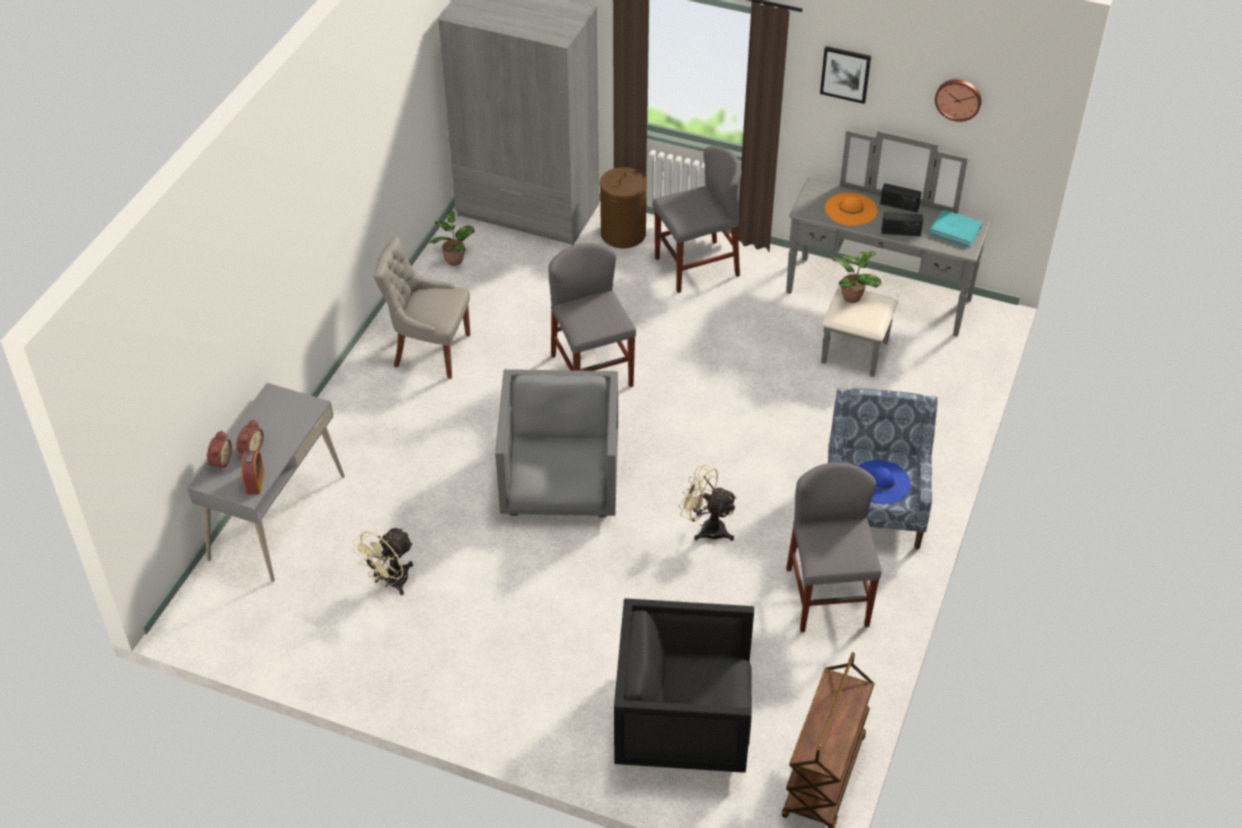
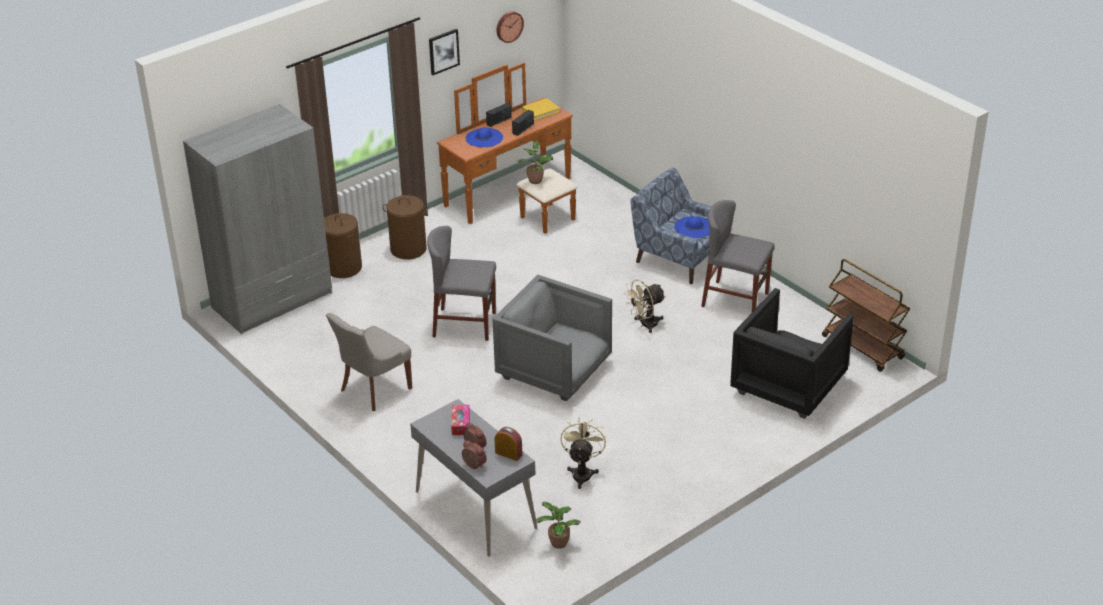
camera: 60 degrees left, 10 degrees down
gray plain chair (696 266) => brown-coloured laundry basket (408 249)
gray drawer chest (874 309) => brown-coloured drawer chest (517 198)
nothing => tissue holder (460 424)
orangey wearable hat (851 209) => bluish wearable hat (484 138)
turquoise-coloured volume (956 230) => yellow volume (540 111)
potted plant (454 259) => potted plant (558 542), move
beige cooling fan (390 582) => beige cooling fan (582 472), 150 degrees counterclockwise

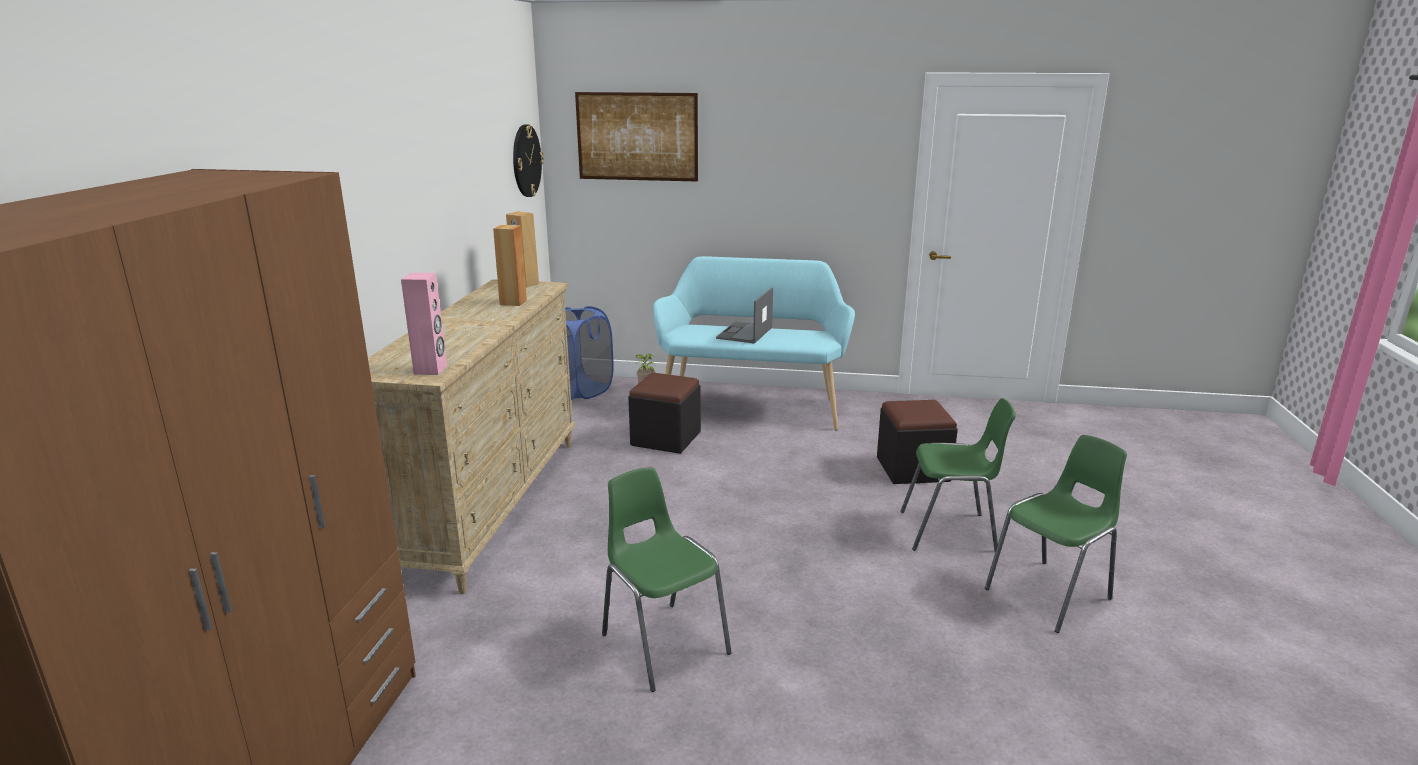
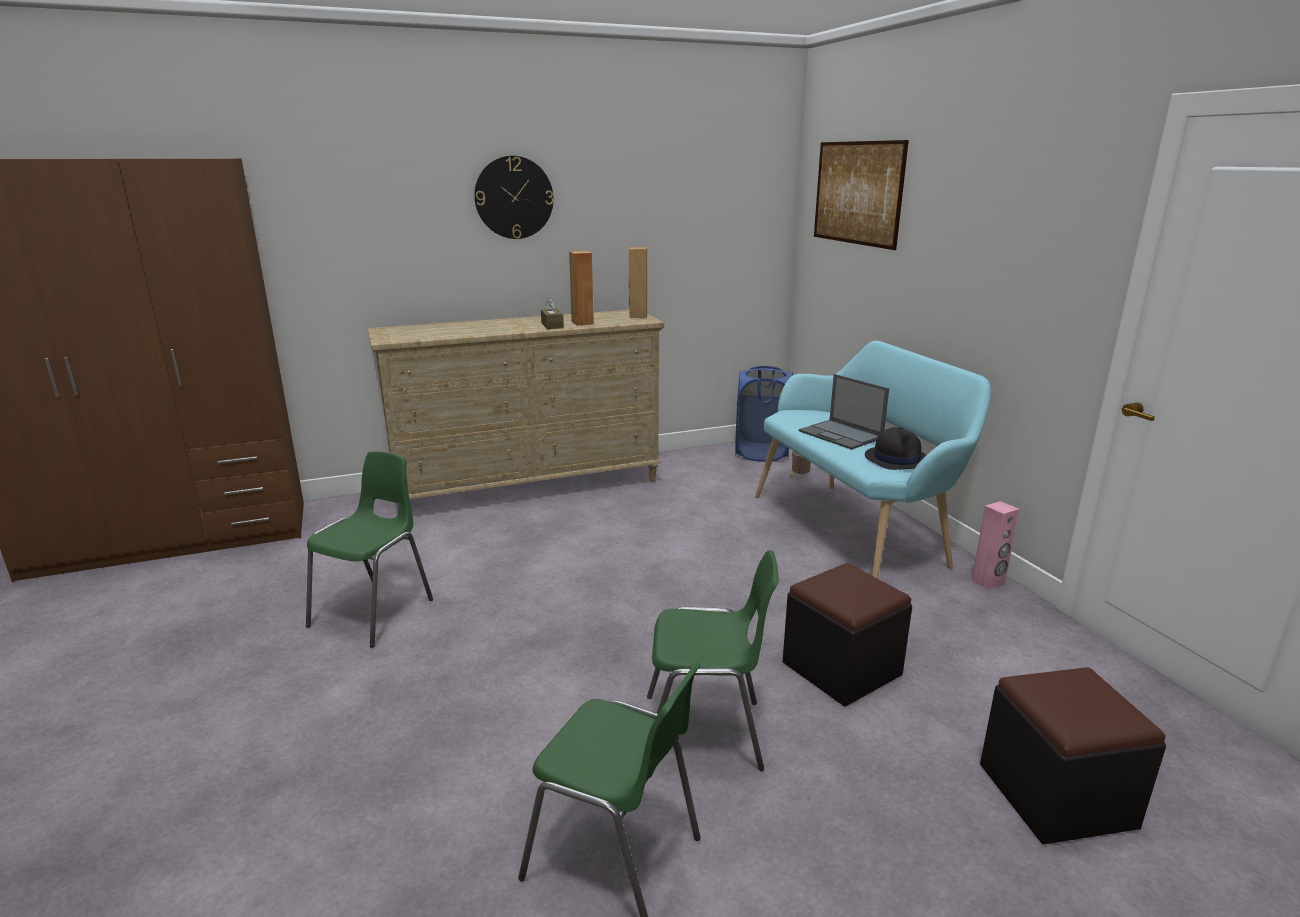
camera: 60 degrees right, 0 degrees up
wall clock (526 161) => wall clock (514 197), move
nothing => brown-coloured tissue holder (552 325)
green plain chair (950 532) => green plain chair (706 733), 60 degrees counterclockwise
laptop (744 333) => laptop (841 435), 120 degrees counterclockwise
nothing => black wearable hat (896 458)
pink-coloured audio speaker (431 370) => pink-coloured audio speaker (988 582), move
black ottoman (666 438) => black ottoman (1056 795), move

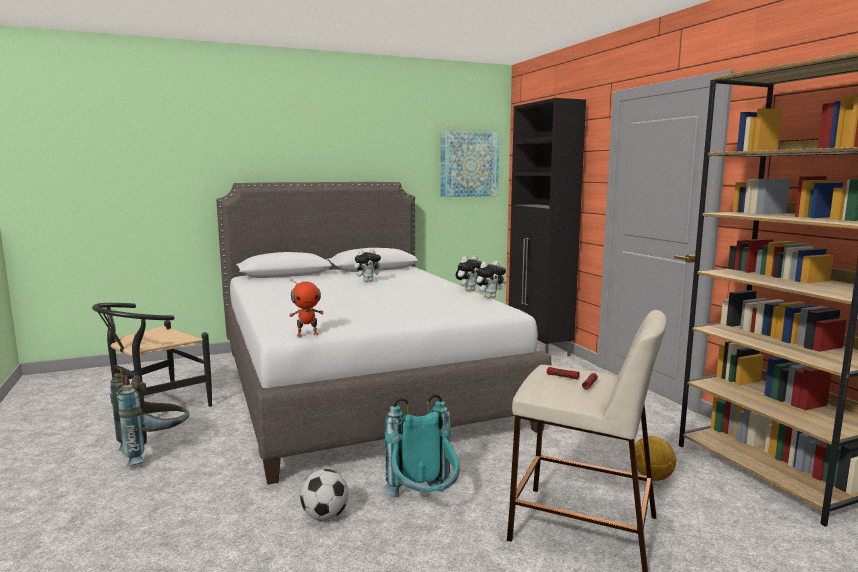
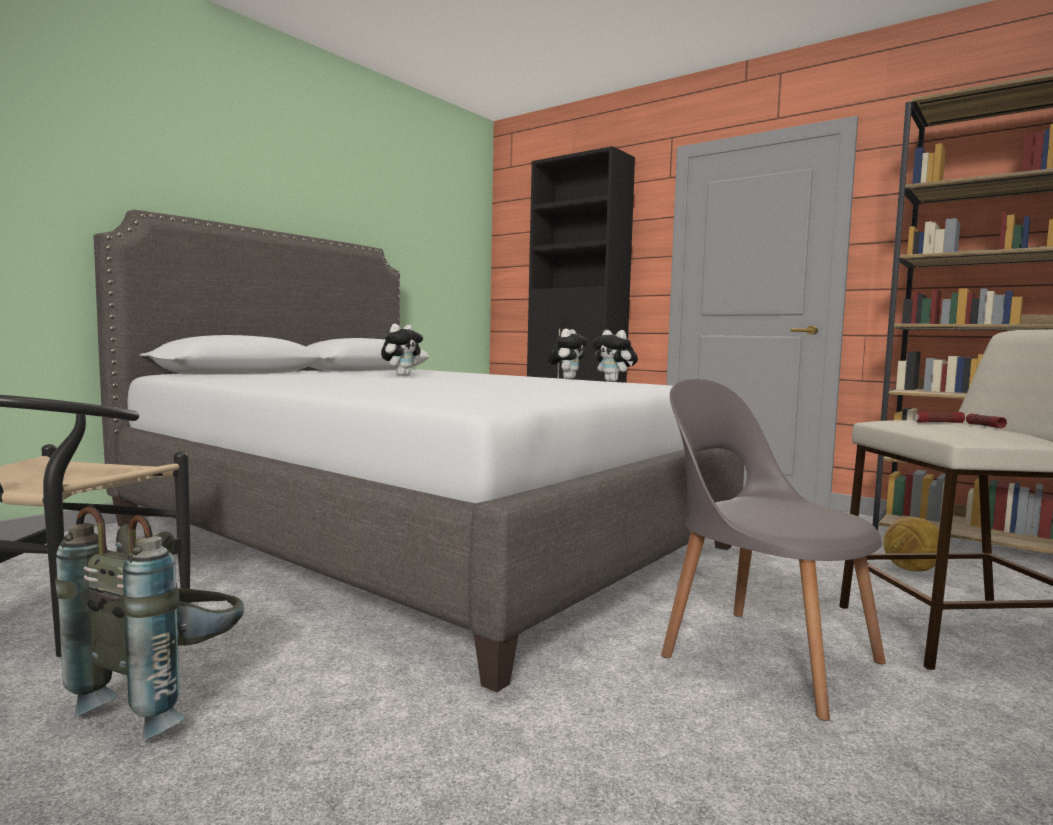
camera: 30 degrees left, 5 degrees down
soft toy (490 297) => soft toy (614 381), 105 degrees clockwise
turquoise-coloured rucksack (424 504) => gray plain chair (763 655)
toy robot (307 334) => nothing
ball for football (324 516) => nothing
wall picture (469 164) => nothing

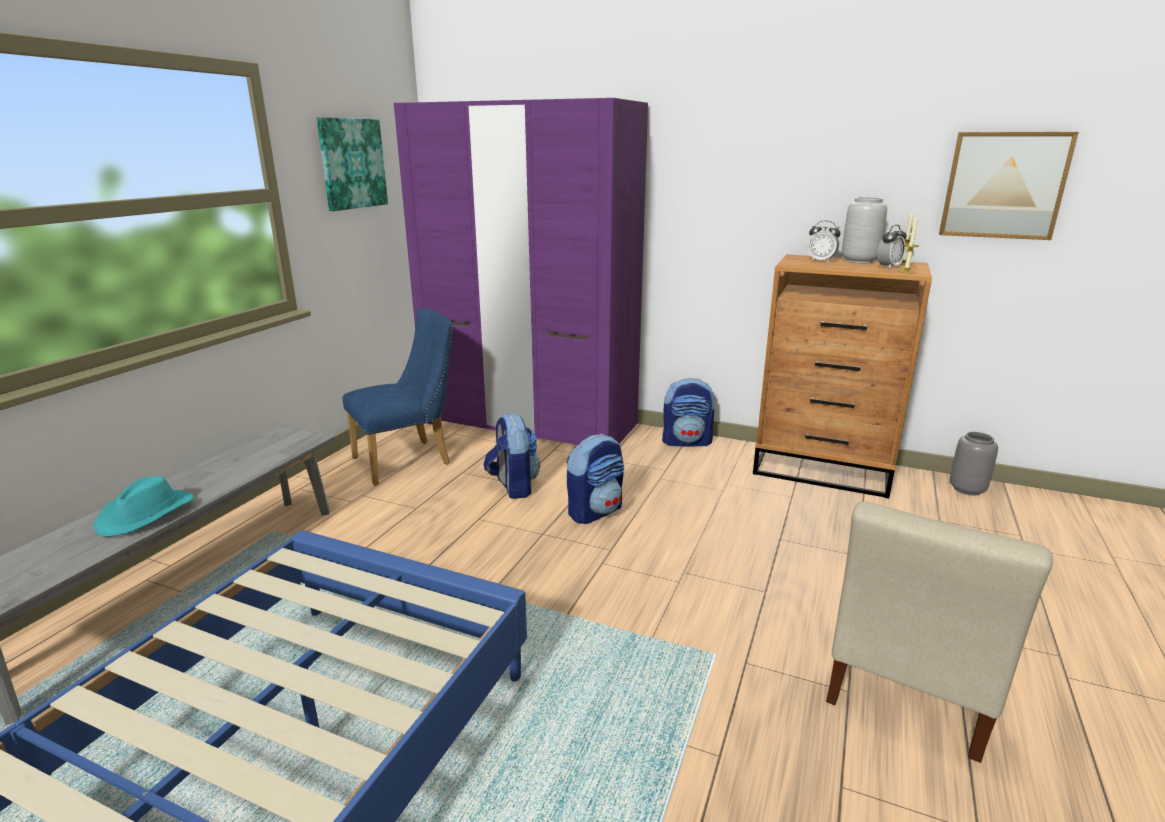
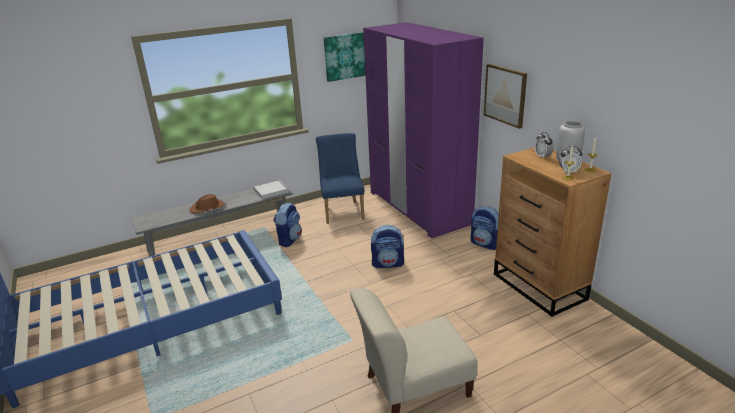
camera: 40 degrees right, 5 degrees up
turquoise-coloured wearable hat (146 514) => brown-coloured wearable hat (207 208)
nothing => whitish carrying tray (270 190)
rucksack (513 486) => rucksack (289 240), move
bluish plain chair (409 460) => bluish plain chair (343 211), 105 degrees counterclockwise
wall picture (1004 185) => wall picture (505 95), move
gray decorative vase (967 489) => nothing

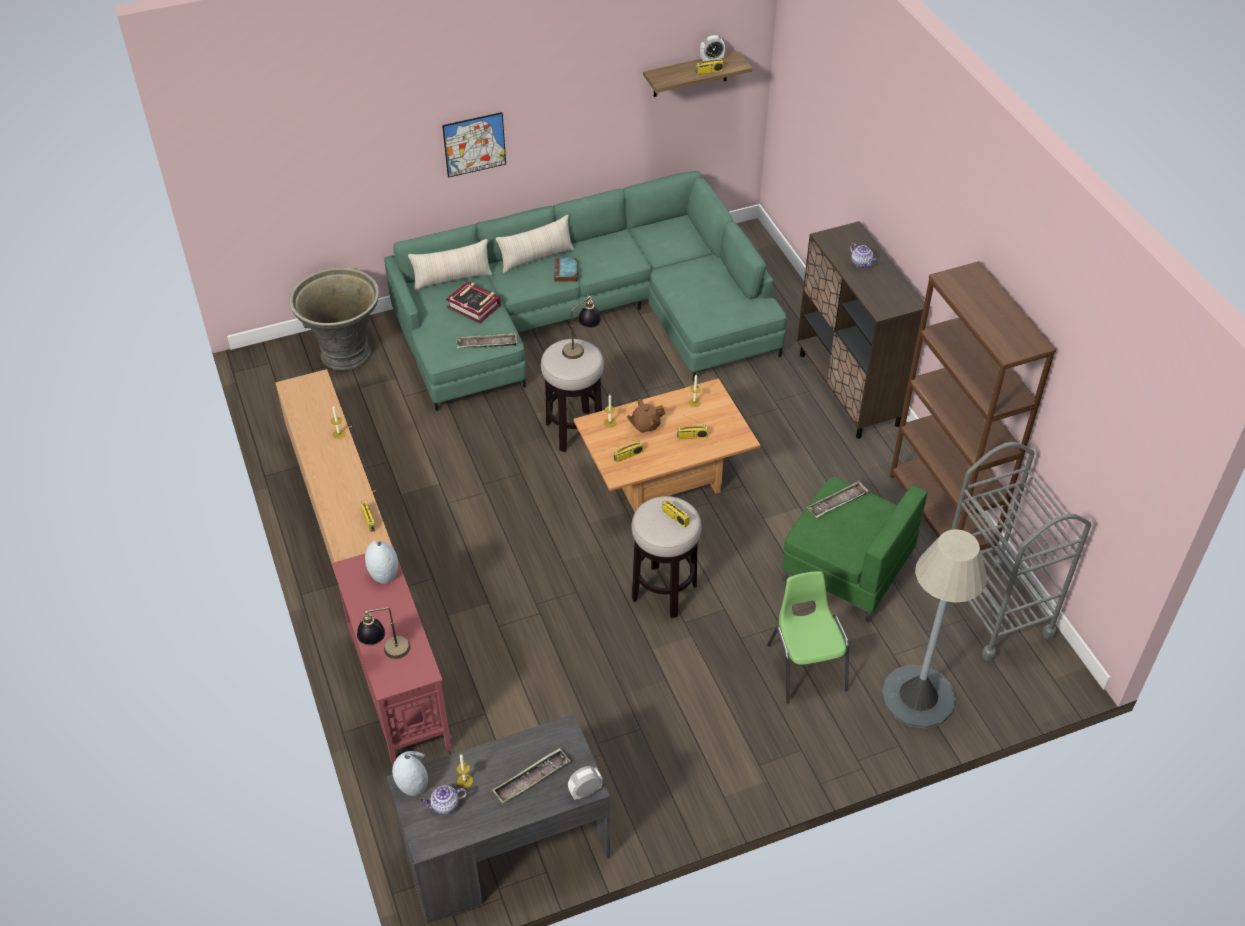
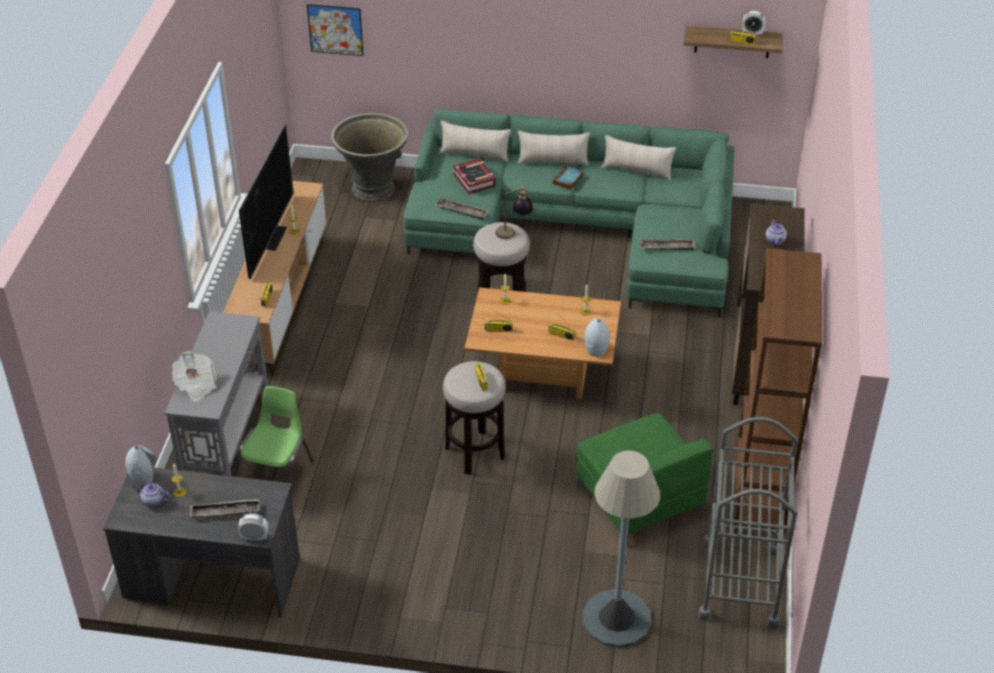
camera: 30 degrees right, 5 degrees down
red-coloured hall table (399 689) => gray hall table (227 436)
lamp for a table (386 653) => printed paper (196 385)
nothing => TV set (271 236)
green plain chair (806 666) => green plain chair (278 477), move
wall picture (474 144) => wall picture (335 30), move
gray decorative vase (384 575) => gray decorative vase (595 350), move
nothing => beige throw pillow (637 171)
carrying tray (837 502) => carrying tray (666 247), move
brown-coloured tea pot (645 425) => nothing

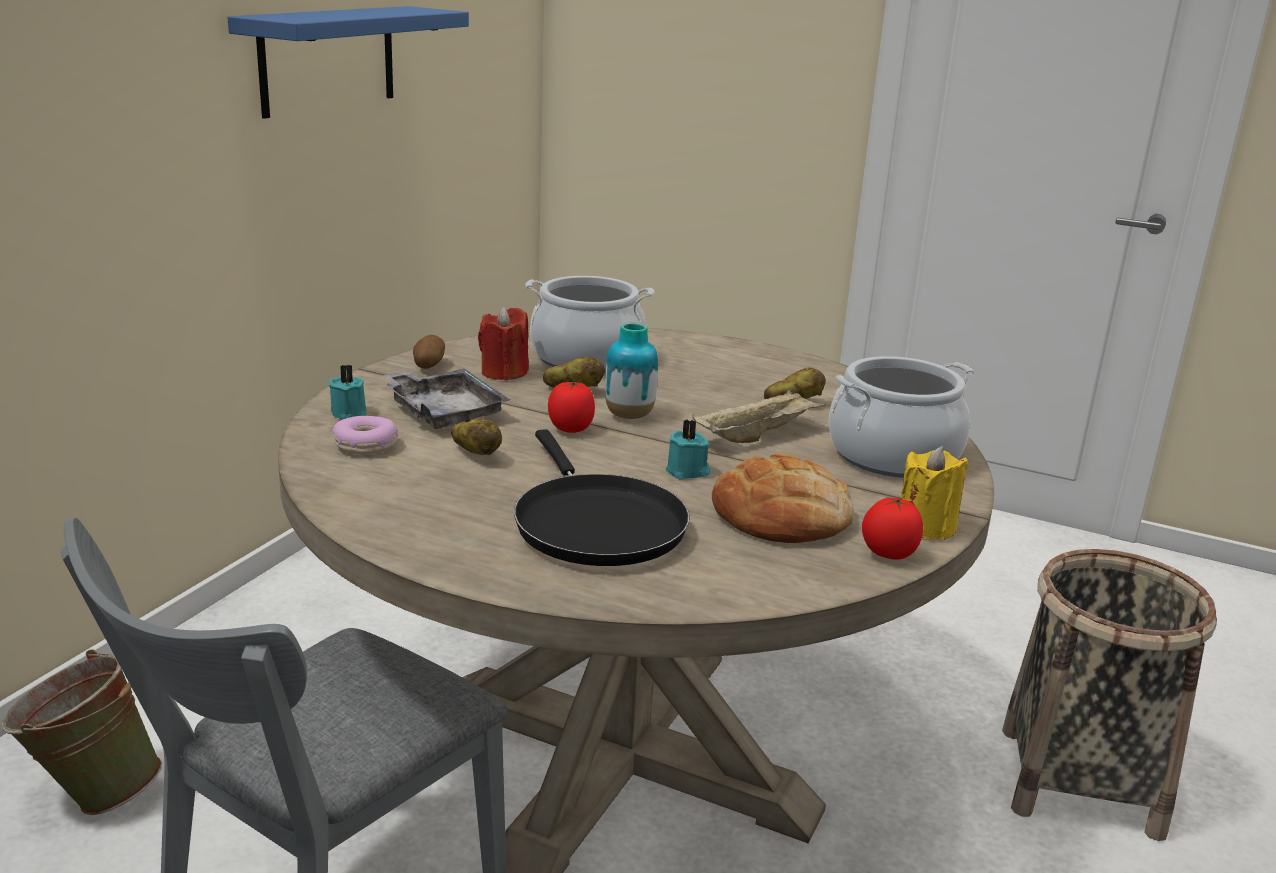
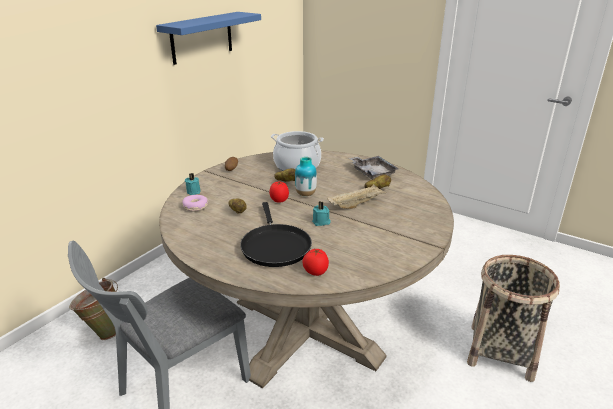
camera: 10 degrees right, 5 degrees up
whole tomato (887 555) => whole tomato (315 272), move
gray carrying tray (444 412) => gray carrying tray (372 172), move
red-coloured wax candle (504 372) => nothing
baked bread (782 515) => nothing
cooking pot (892 455) => nothing
yellow wax candle (926 526) => nothing

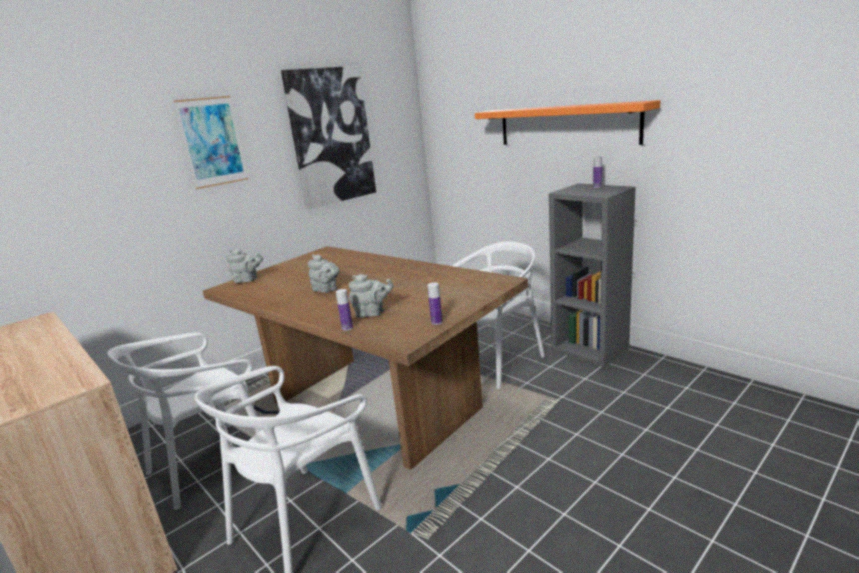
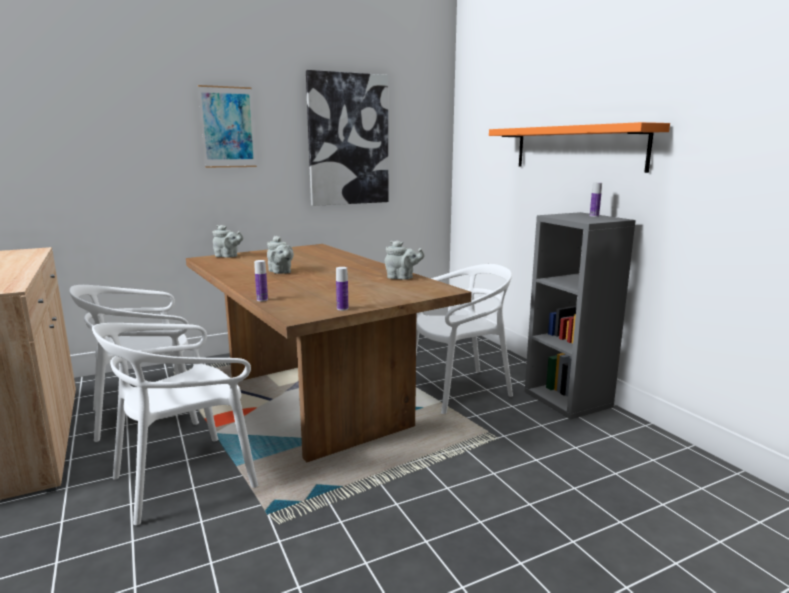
camera: 15 degrees right, 5 degrees down
gray tea pot (372 313) => gray tea pot (402 278), move

